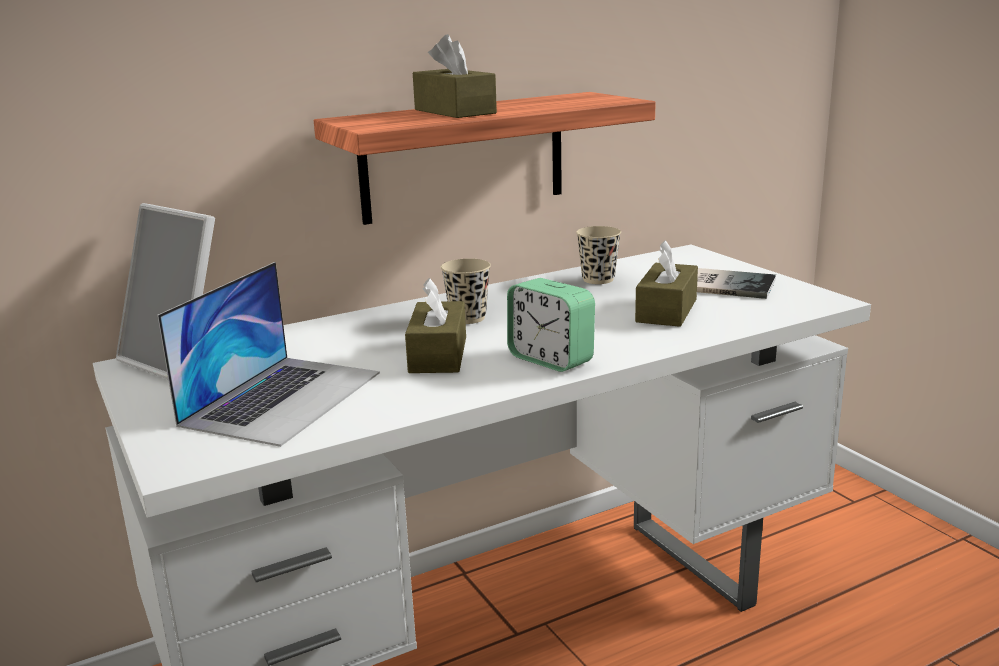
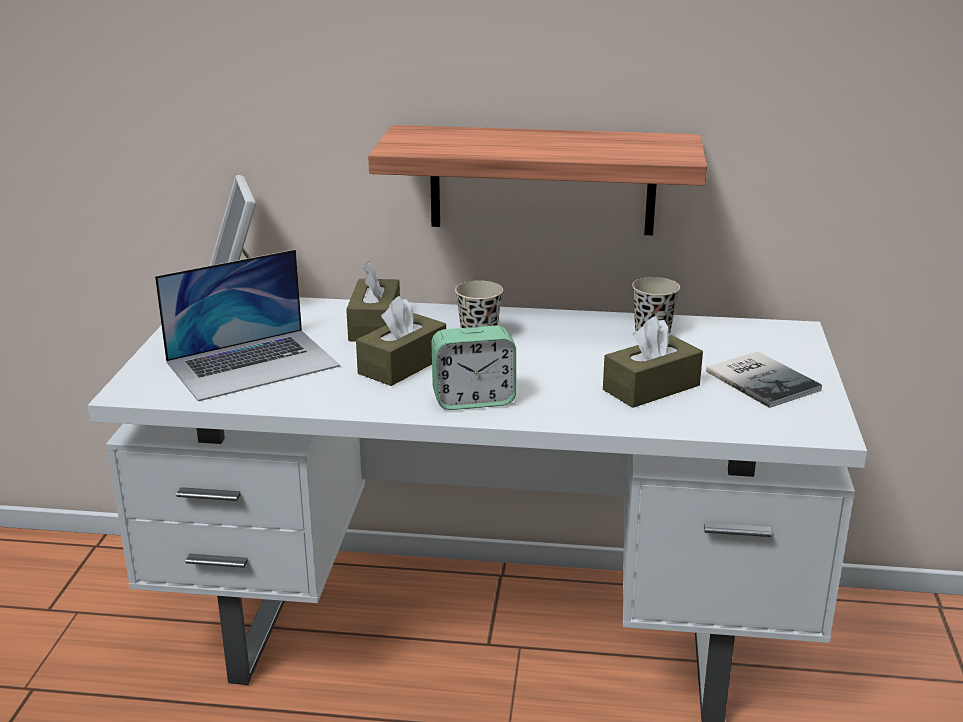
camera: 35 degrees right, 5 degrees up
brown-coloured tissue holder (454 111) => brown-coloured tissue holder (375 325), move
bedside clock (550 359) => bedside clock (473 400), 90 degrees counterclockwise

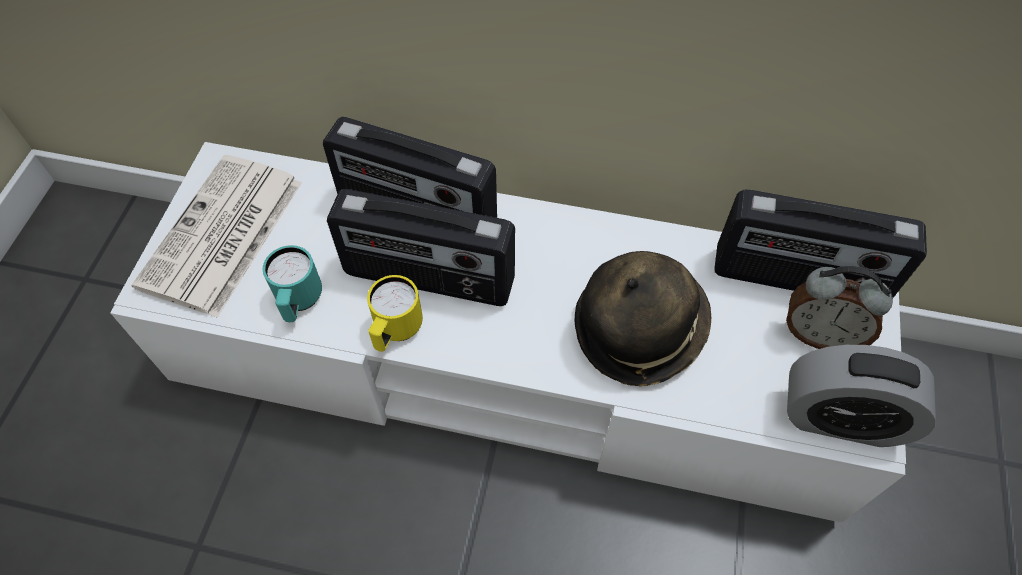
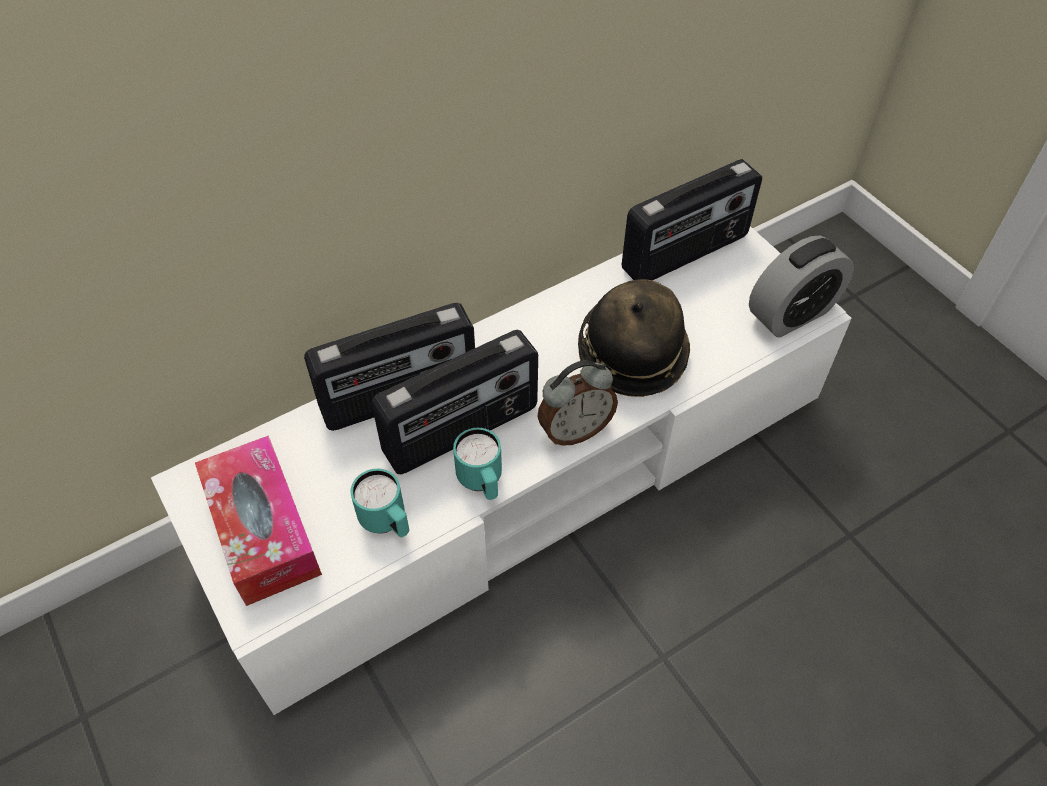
camera: 45 degrees left, 5 degrees down
printed paper (222 236) => tissue holder (263 530)
yellow mug (395 331) => turquoise-coloured mug (482 482)
bedside clock (819 334) => bedside clock (574 430), move

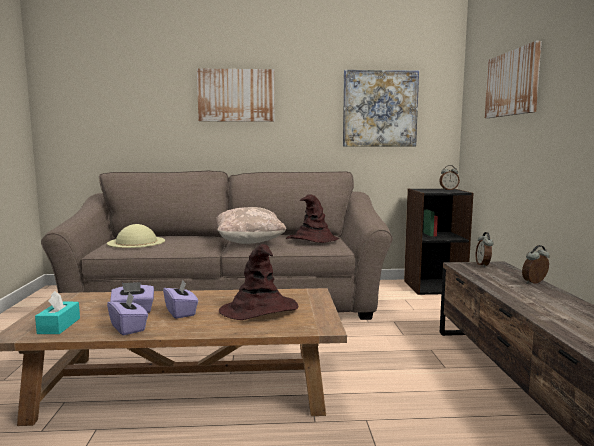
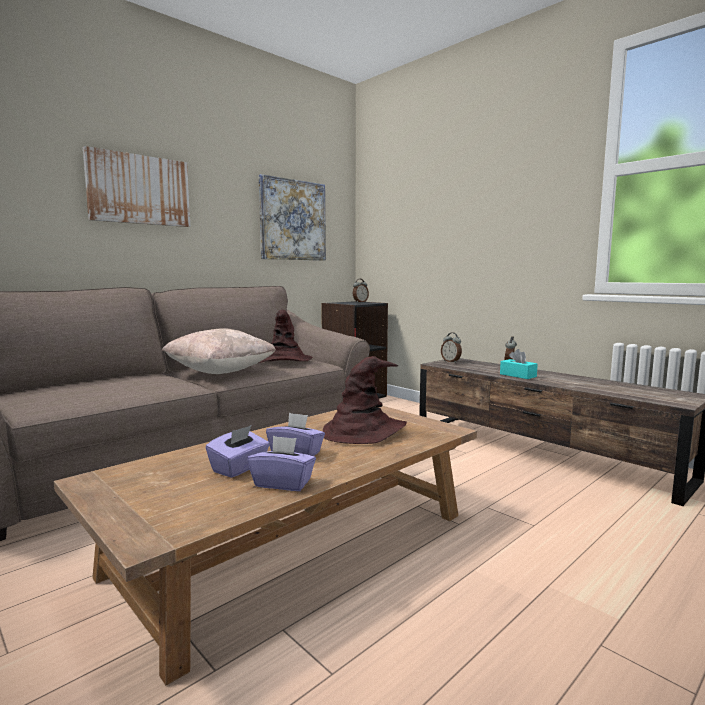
camera: 40 degrees left, 0 degrees up
turquoise-coloured tissue holder (59 326) => turquoise-coloured tissue holder (518 375), move
beige wearable hat (136 242) => nothing
wall picture (512 83) => nothing

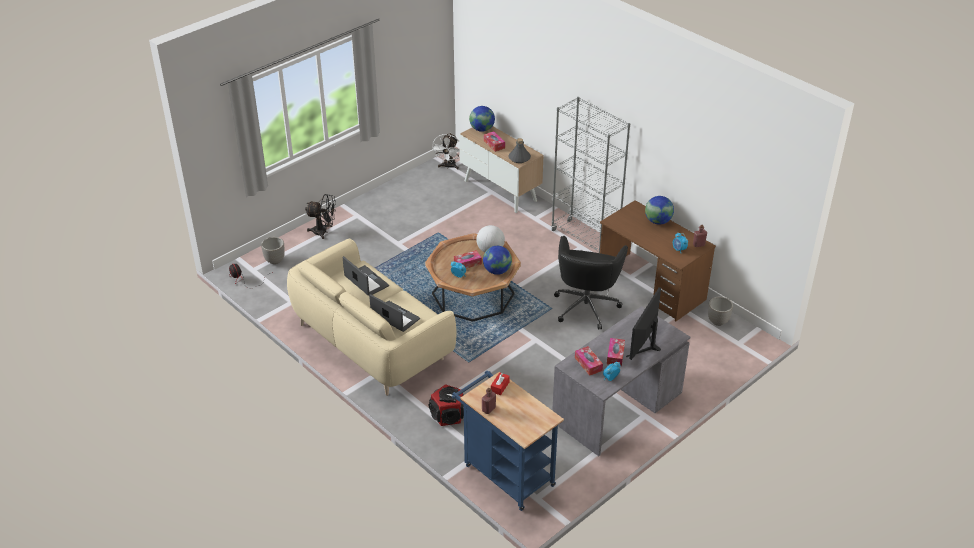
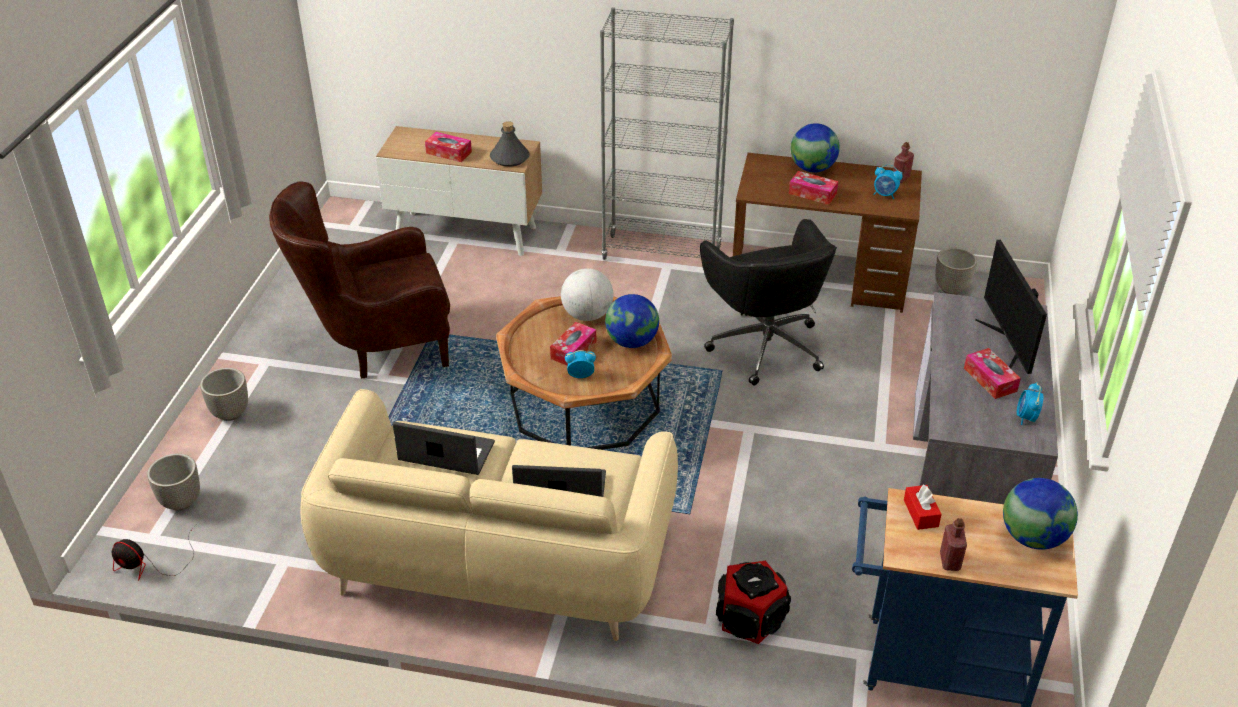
camera: 35 degrees left, 0 degrees up
black cooling fan (324 232) => planter (230 413)
nothing => brown-coloured lounge chair (376 348)
tissue holder (588 364) => tissue holder (812 193), move
desk globe (482 129) => desk globe (1032 537), move
whitish cooling fan (448 167) => nothing

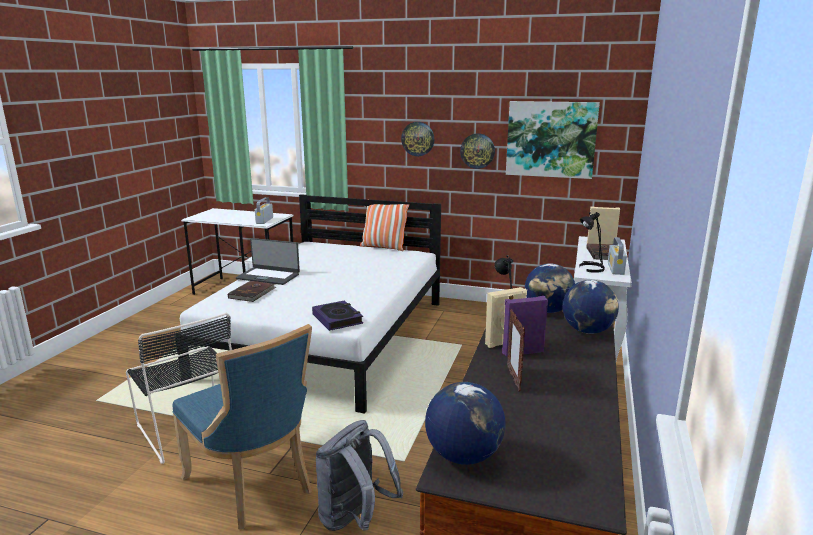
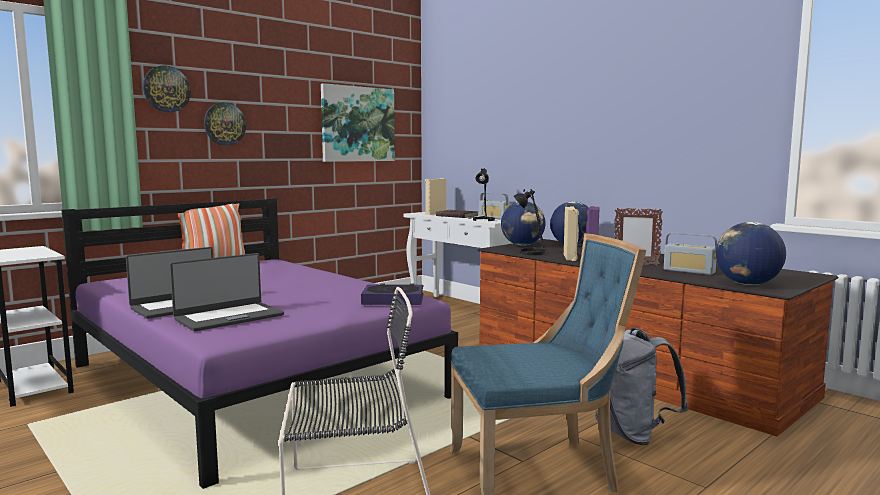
camera: 60 degrees left, 10 degrees down
whitish sleeping bed (329 337) => purplish sleeping bed (254 380)
wall clock (477 151) => wall clock (166 89), move
brown-coloured volume (252 293) => laptop (228 317)
radio set (264 220) => radio set (689 271), move

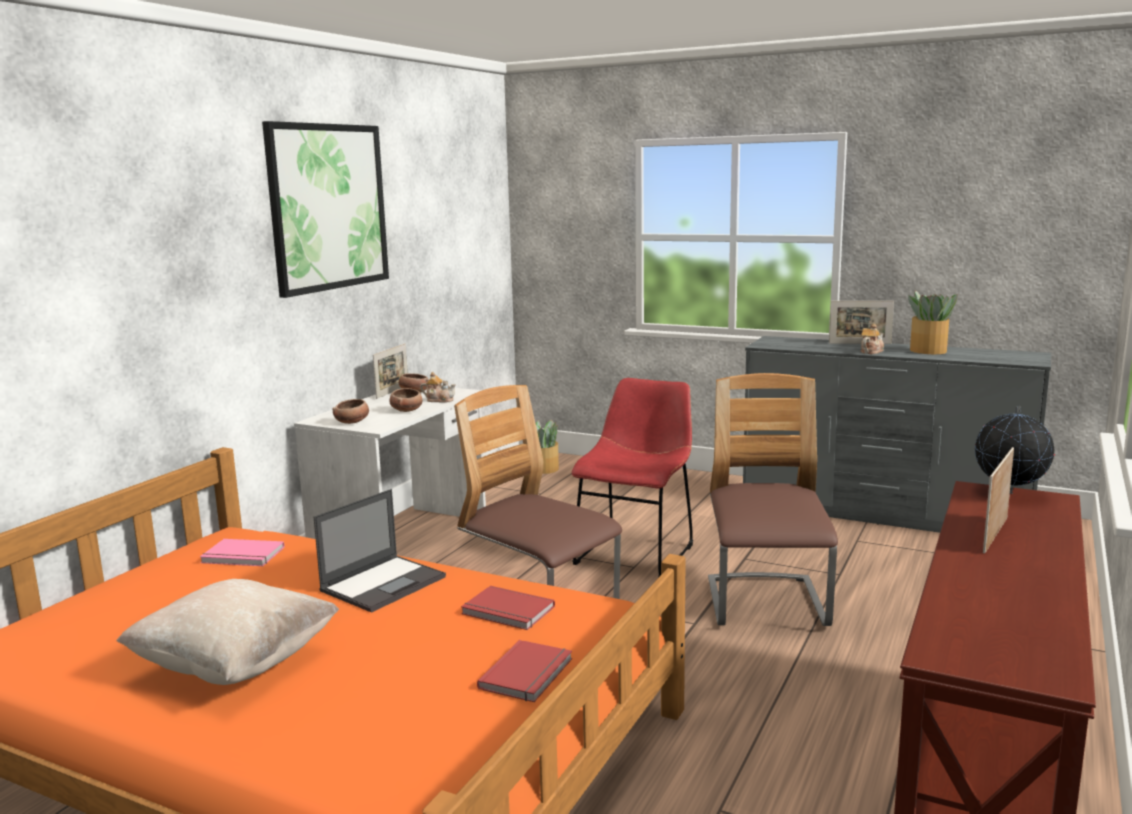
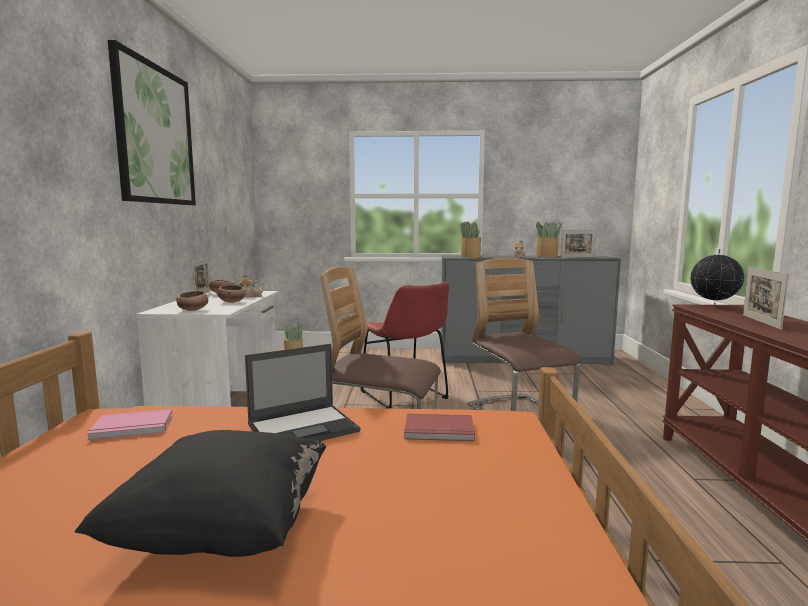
camera: 25 degrees left, 5 degrees down
beige throw pillow (235 665) => black throw pillow (224 532)
laptop (384 583) => laptop (304 427), 45 degrees clockwise
red-coloured plain chair (636 553) => red-coloured plain chair (405 396), 150 degrees clockwise
nothing => potted plant (470 257)
photo frame (859 343) => photo frame (577 257), move
red-coloured volume (529 674) => nothing

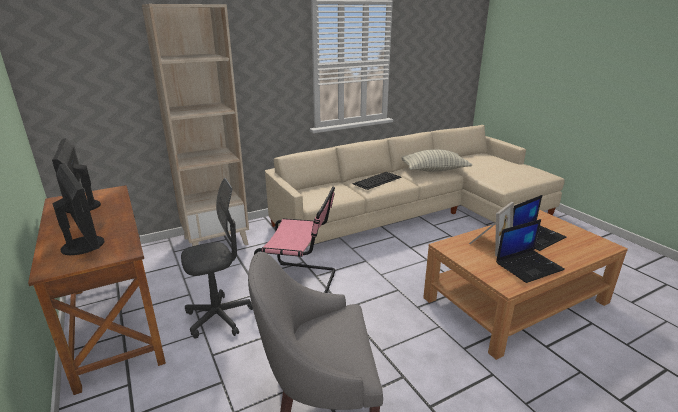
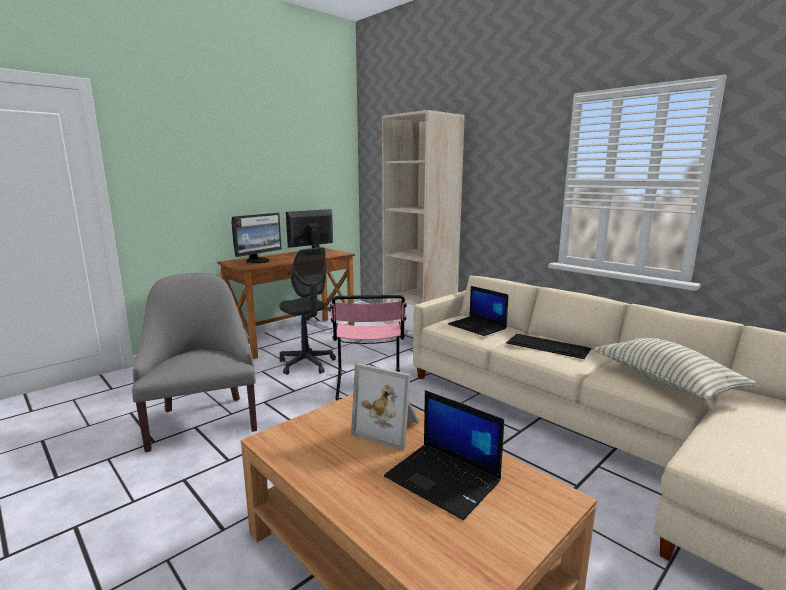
camera: 75 degrees right, 10 degrees down
laptop (529 266) => laptop (478 327), move

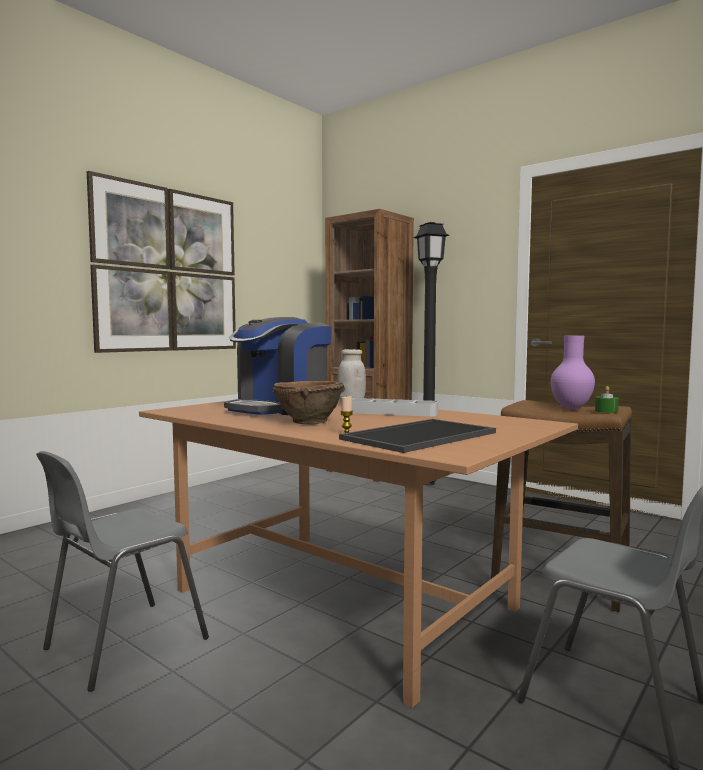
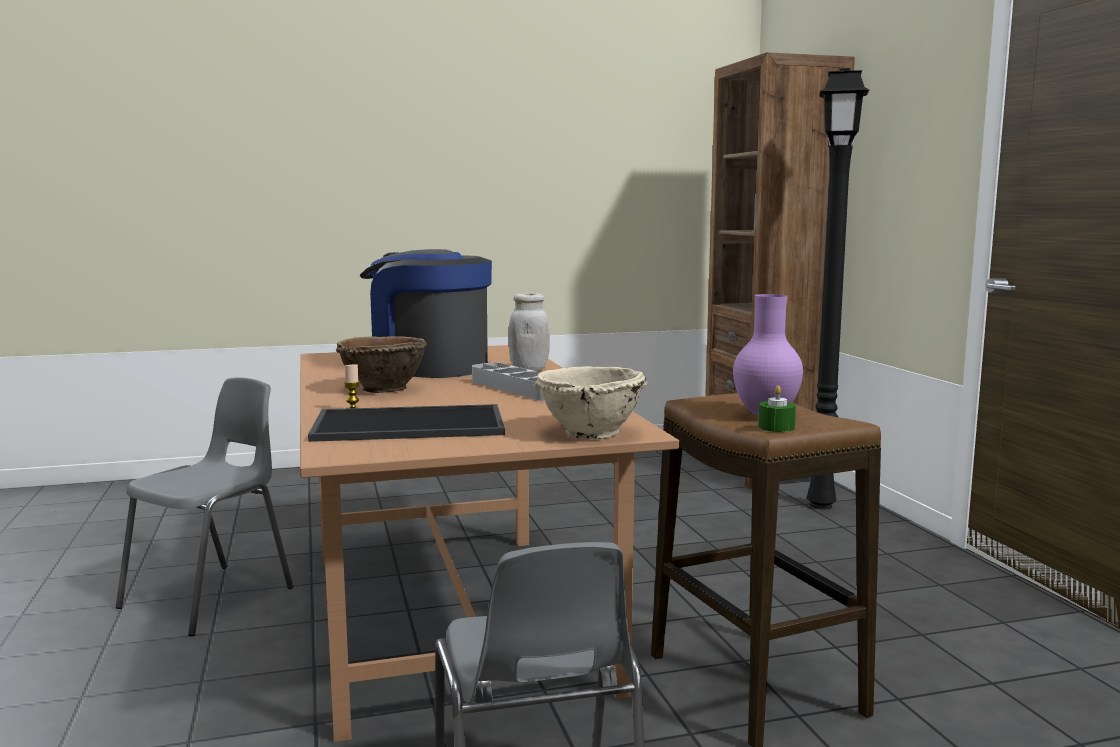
camera: 35 degrees right, 5 degrees up
gray plain chair (122 644) => gray plain chair (212 597), 135 degrees clockwise
coffee brewer (280 409) => coffee brewer (427 367), 45 degrees clockwise
nothing => beige bowl (589 433)
wall picture (168 270) => nothing

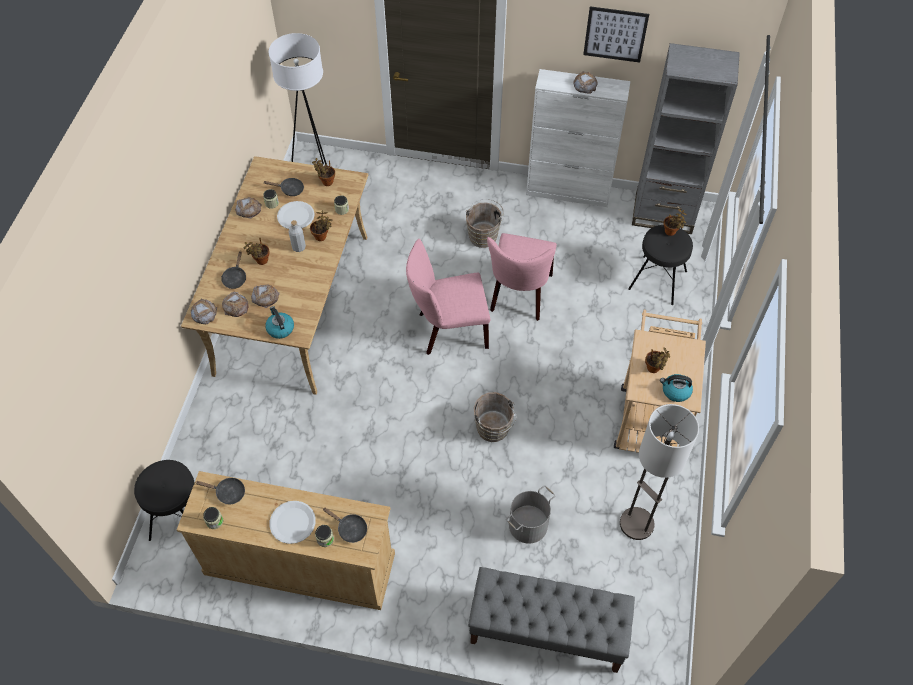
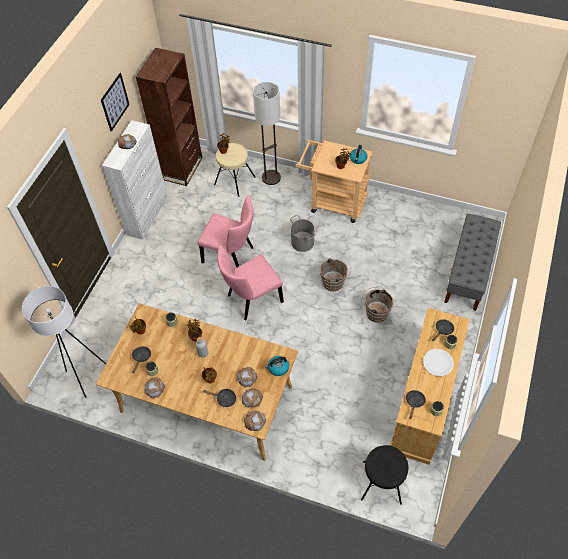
camera: 80 degrees left, 0 degrees up
gray shelving unit (663 214) => brown-coloured shelving unit (182 168)
black sitting stool (657 280) => beige sitting stool (235 181)
pink-coloured plain chair (448 330) => pink-coloured plain chair (251 299), 60 degrees clockwise
standing lamp (637 524) => standing lamp (271 177), move
gray bucket (527 524) => gray bucket (302 242), move
brown-coloured bucket (484 235) => brown-coloured bucket (375 312), move
whitish plate (296 216) => nothing

